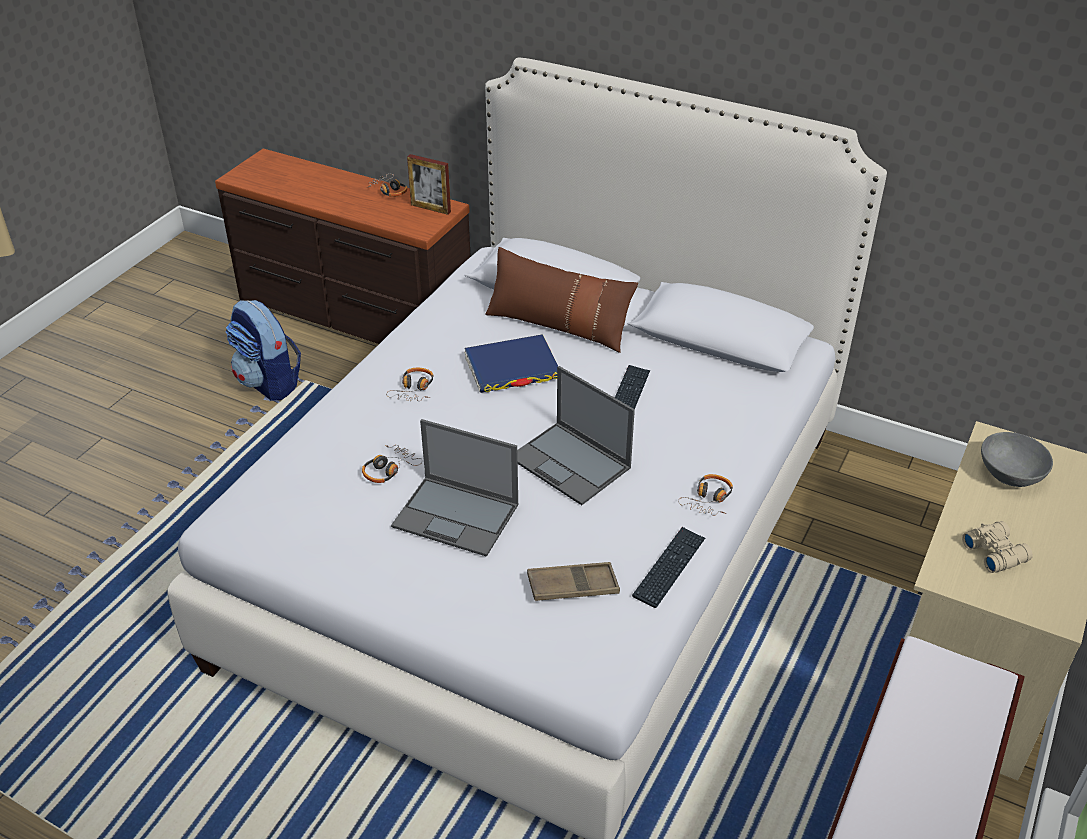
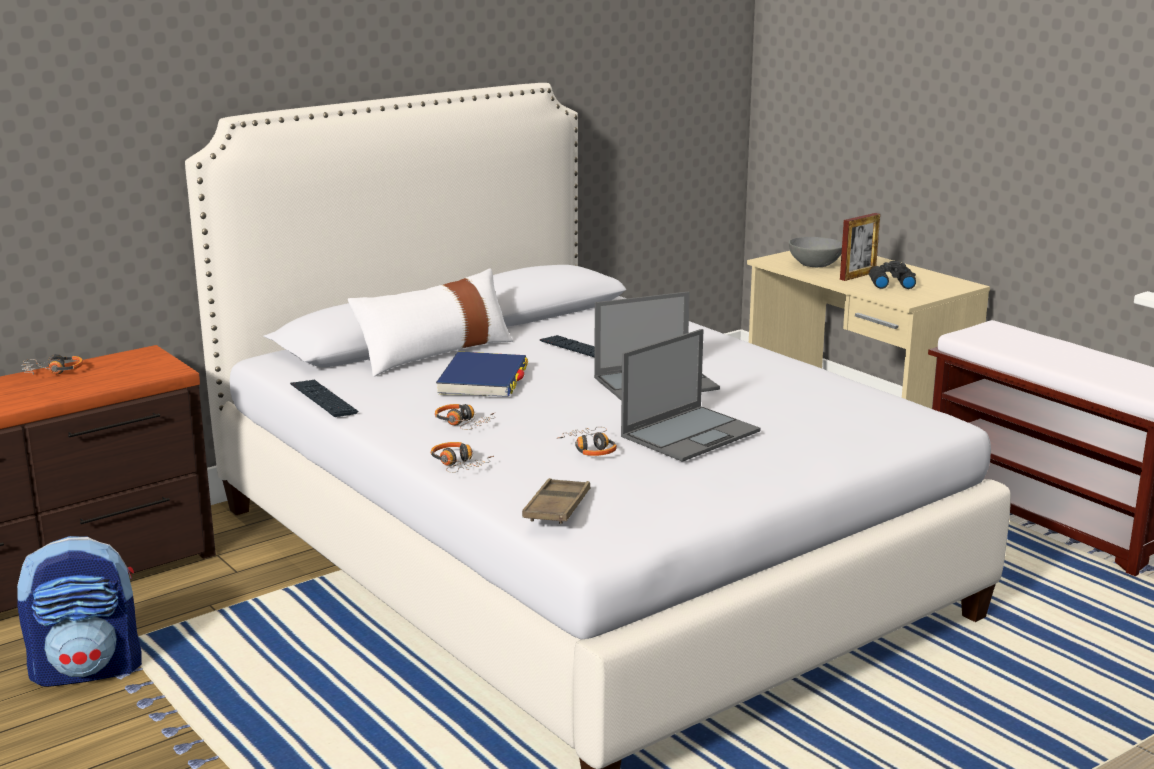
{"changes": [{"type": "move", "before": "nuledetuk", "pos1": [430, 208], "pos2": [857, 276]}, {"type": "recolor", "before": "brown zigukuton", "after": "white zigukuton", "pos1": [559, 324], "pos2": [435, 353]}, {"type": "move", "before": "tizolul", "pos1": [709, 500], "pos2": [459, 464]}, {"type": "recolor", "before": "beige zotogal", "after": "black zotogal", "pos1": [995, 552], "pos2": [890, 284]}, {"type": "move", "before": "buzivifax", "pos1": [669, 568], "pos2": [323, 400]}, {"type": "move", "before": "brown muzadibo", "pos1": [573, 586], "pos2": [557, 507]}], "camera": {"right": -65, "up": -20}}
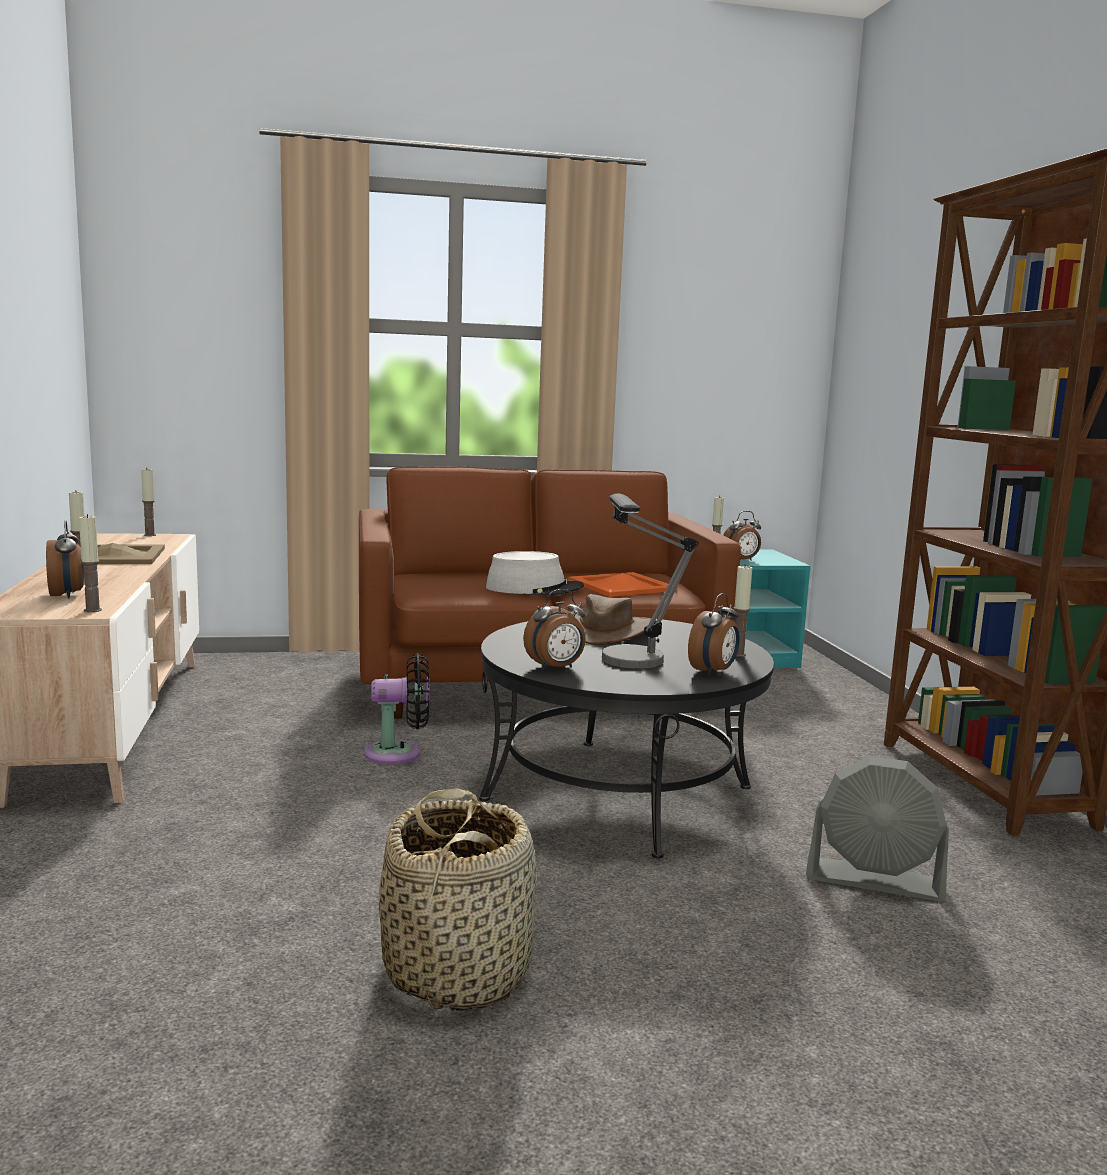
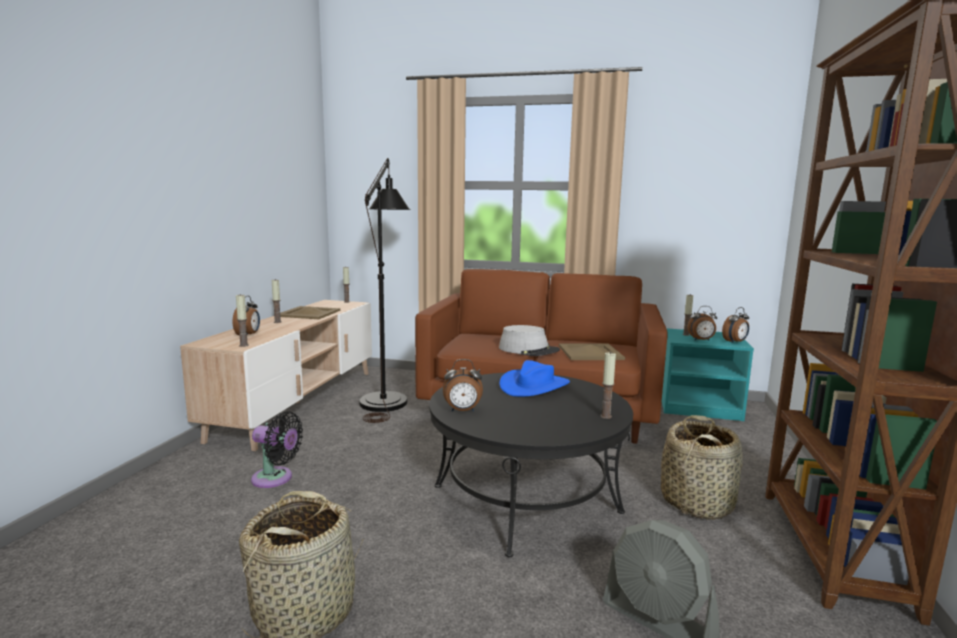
{"changes": [{"type": "delete", "before": "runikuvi", "pos1": [631, 665]}, {"type": "recolor", "before": "orange muzadibo", "after": "beige muzadibo", "pos1": [622, 585], "pos2": [591, 352]}, {"type": "move", "before": "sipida", "pos1": [713, 672], "pos2": [735, 342]}, {"type": "recolor", "before": "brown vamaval", "after": "blue vamaval", "pos1": [605, 630], "pos2": [534, 386]}, {"type": "move", "before": "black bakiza", "pos1": [399, 753], "pos2": [275, 479]}, {"type": "insert", "after": "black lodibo", "pos2": [386, 398]}, {"type": "insert", "after": "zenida", "pos2": [697, 502]}], "camera": {"right": 25, "up": 0}}
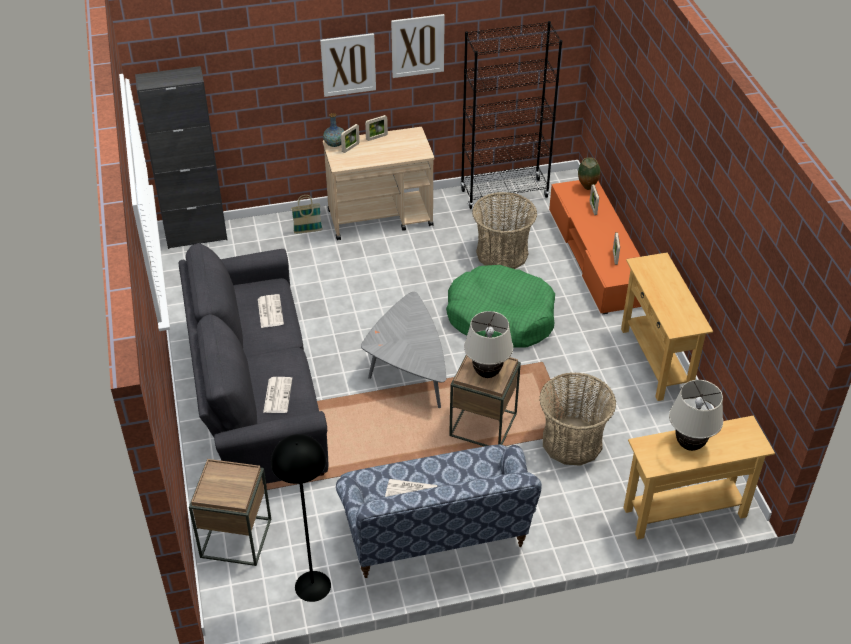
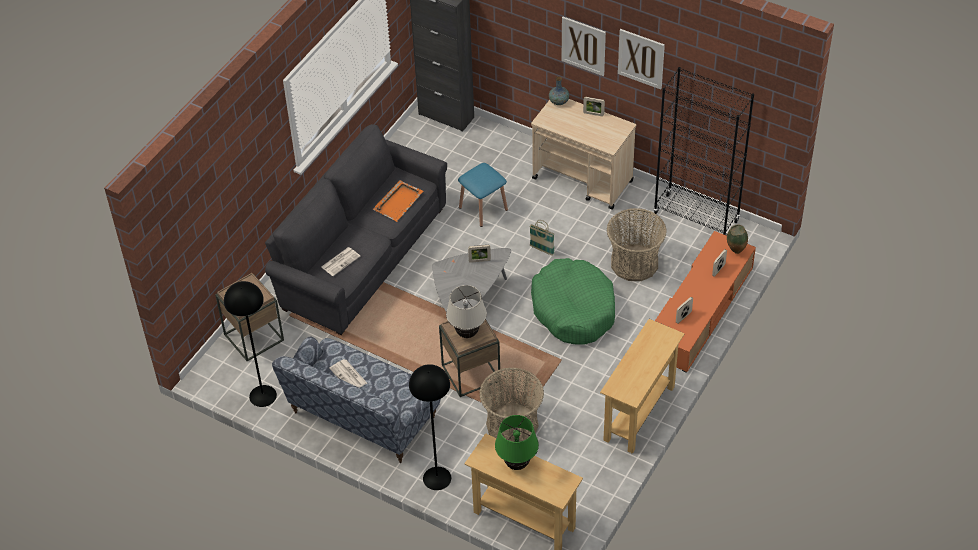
{"changes": [{"type": "move", "before": "nuledetuk", "pos1": [350, 148], "pos2": [479, 260]}, {"type": "move", "before": "zenida", "pos1": [308, 231], "pos2": [542, 250]}, {"type": "replace", "before": "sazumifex", "after": "orange muzadibo", "pos1": [270, 311], "pos2": [398, 202]}, {"type": "recolor", "before": "beige runikuvi", "after": "green runikuvi", "pos1": [690, 445], "pos2": [517, 464]}, {"type": "insert", "after": "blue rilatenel", "pos2": [483, 208]}, {"type": "insert", "after": "black lodibo", "pos2": [436, 478]}], "camera": {"right": 45, "up": 5}}
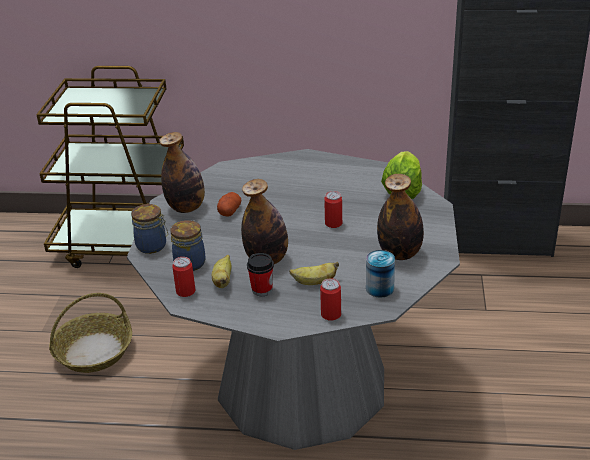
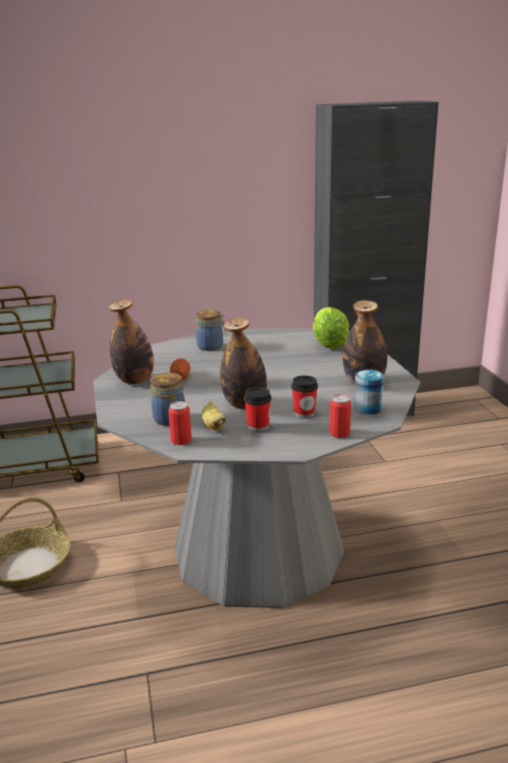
{"changes": [{"type": "delete", "before": "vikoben", "pos1": [333, 223]}, {"type": "move", "before": "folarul", "pos1": [153, 246], "pos2": [211, 347]}, {"type": "replace", "before": "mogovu", "after": "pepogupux", "pos1": [314, 282], "pos2": [304, 414]}], "camera": {"right": -20, "up": -10}}
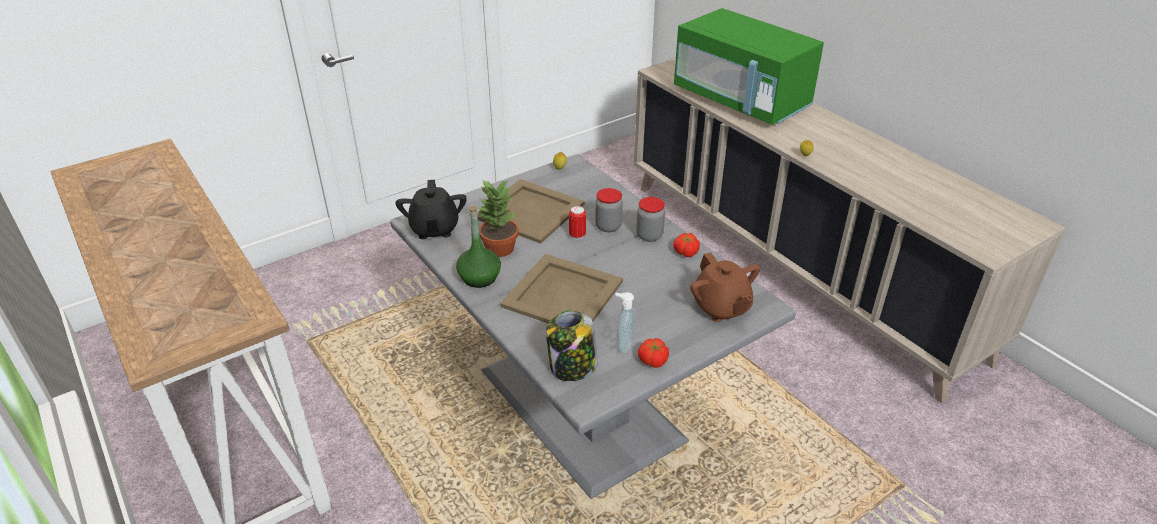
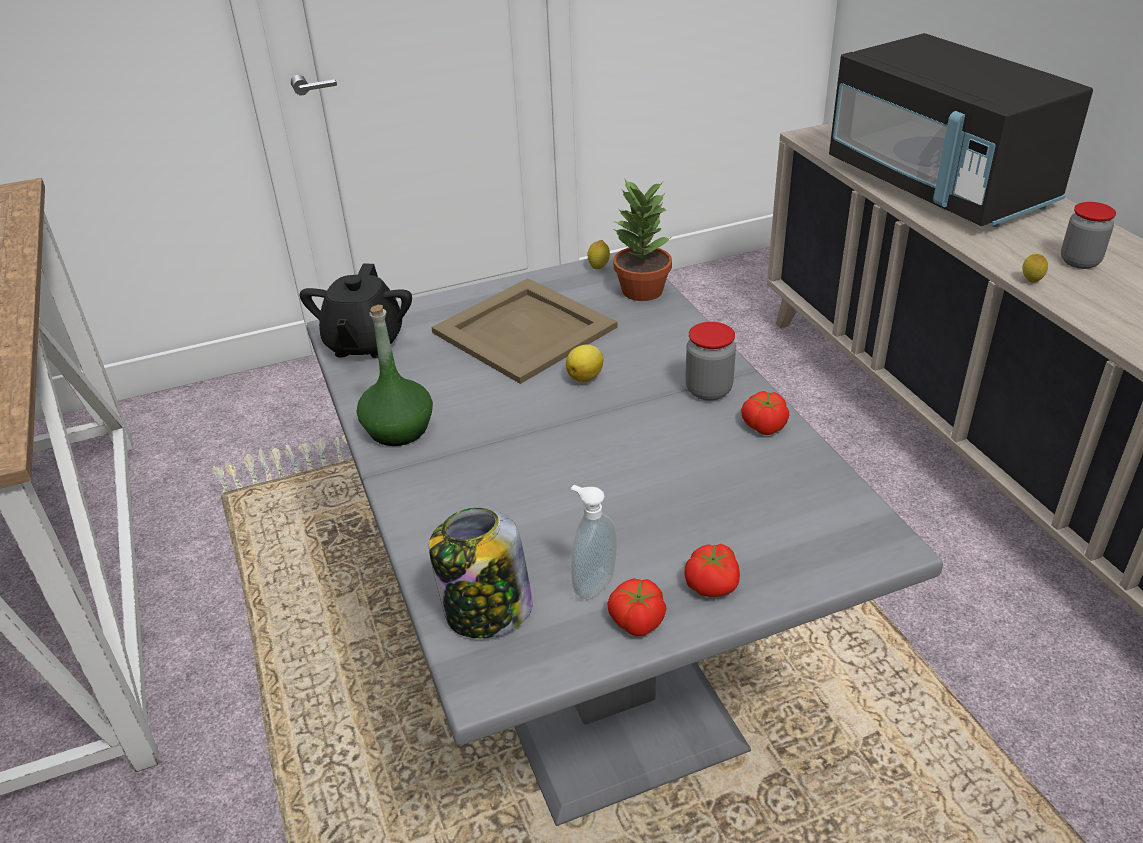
{"changes": [{"type": "recolor", "before": "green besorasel", "after": "black besorasel", "pos1": [741, 100], "pos2": [938, 187]}, {"type": "move", "before": "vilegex", "pos1": [499, 248], "pos2": [641, 290]}, {"type": "move", "before": "folarul", "pos1": [608, 226], "pos2": [1079, 261]}, {"type": "replace", "before": "vikoben", "after": "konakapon", "pos1": [577, 235], "pos2": [586, 377]}, {"type": "delete", "before": "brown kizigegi", "pos1": [721, 308]}, {"type": "delete", "before": "beige muzadibo", "pos1": [563, 294]}, {"type": "insert", "after": "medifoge", "pos2": [712, 584]}], "camera": {"right": 15, "up": 0}}
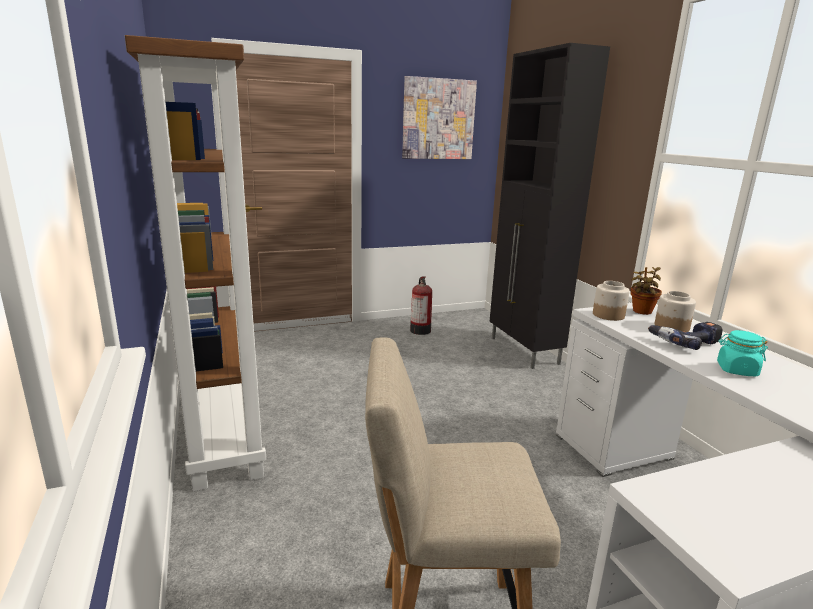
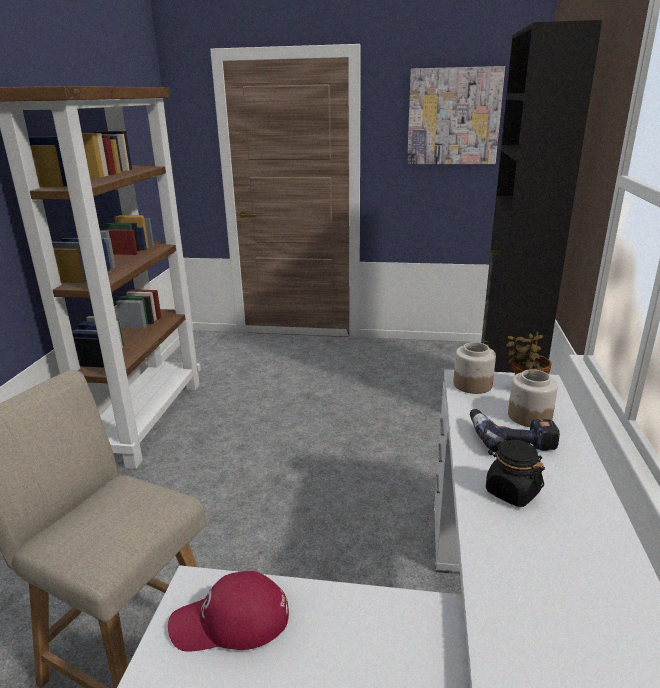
{"changes": [{"type": "delete", "before": "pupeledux", "pos1": [420, 330]}, {"type": "recolor", "before": "turquoise folarul", "after": "black folarul", "pos1": [736, 370], "pos2": [511, 492]}, {"type": "insert", "after": "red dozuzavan", "pos2": [231, 621]}], "camera": {"right": 30, "up": 5}}
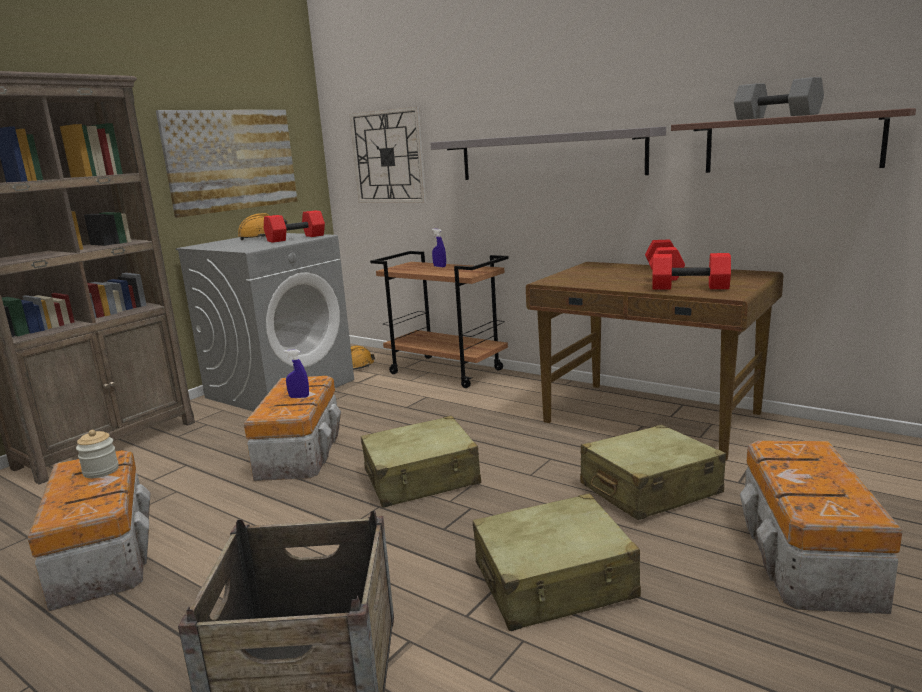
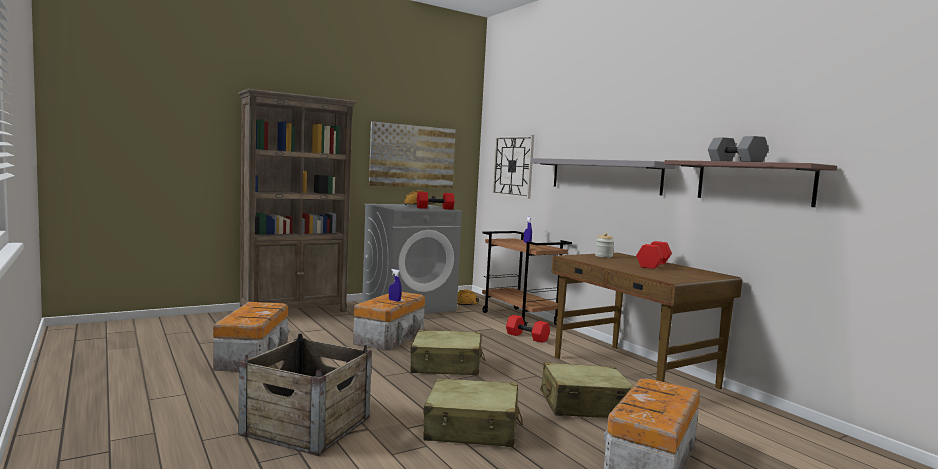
{"changes": [{"type": "move", "before": "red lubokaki", "pos1": [690, 287], "pos2": [527, 337]}, {"type": "move", "before": "folarul", "pos1": [101, 471], "pos2": [603, 256]}], "camera": {"right": 20, "up": -10}}
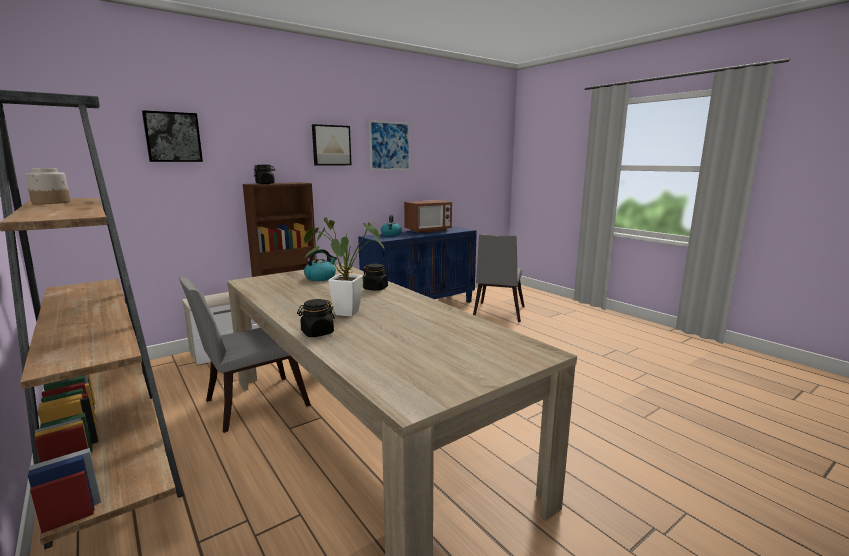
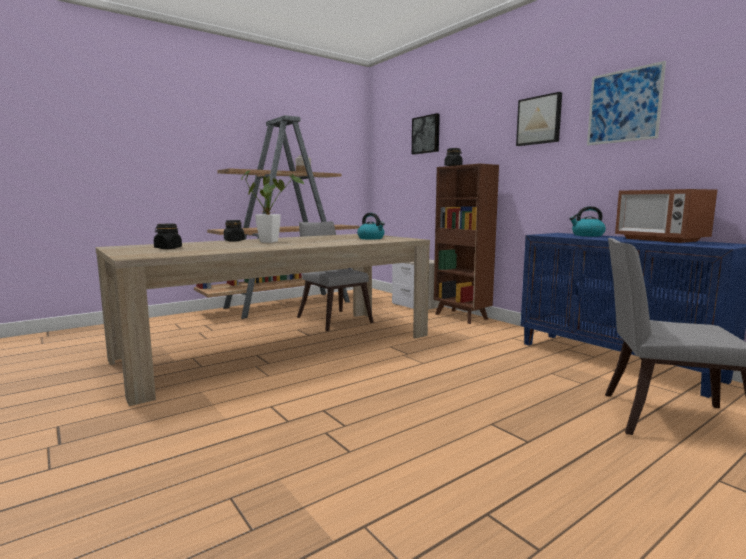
{"changes": [{"type": "move", "before": "black folarul", "pos1": [376, 288], "pos2": [168, 248]}], "camera": {"right": 90, "up": -5}}
